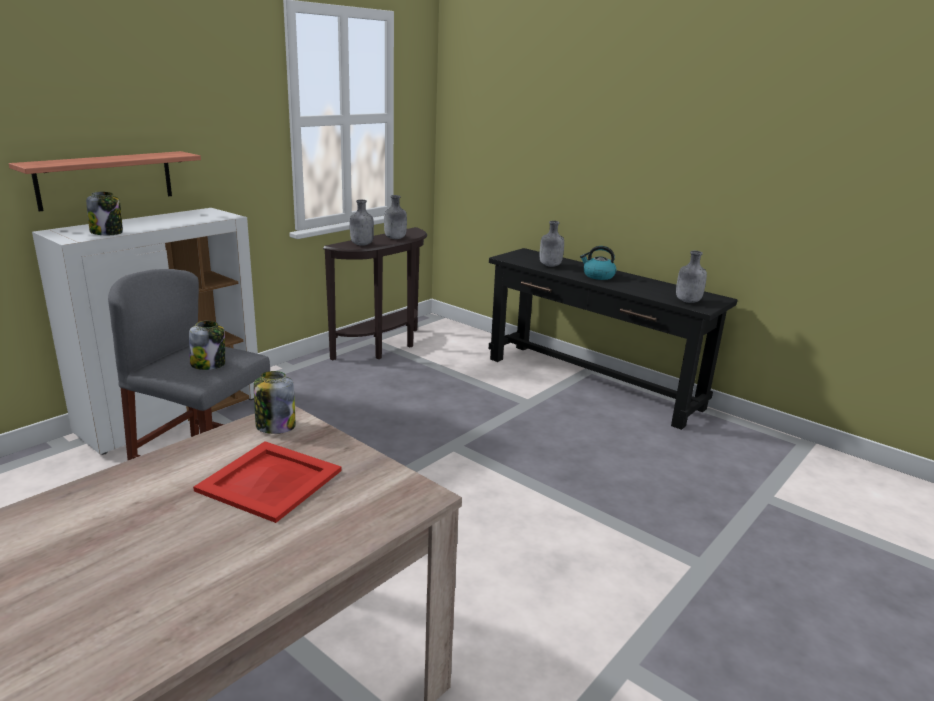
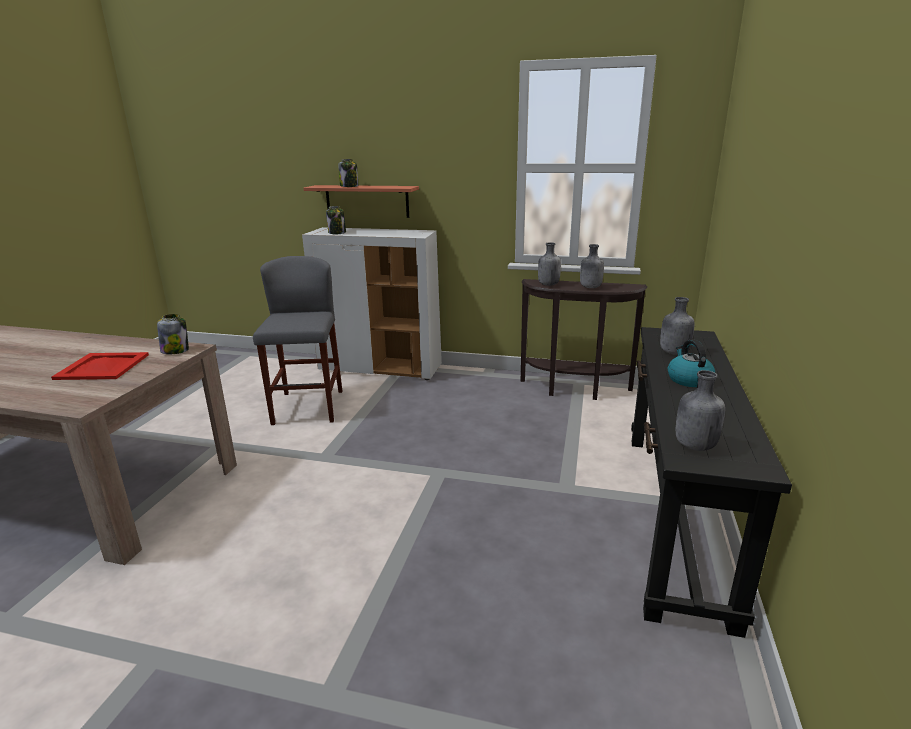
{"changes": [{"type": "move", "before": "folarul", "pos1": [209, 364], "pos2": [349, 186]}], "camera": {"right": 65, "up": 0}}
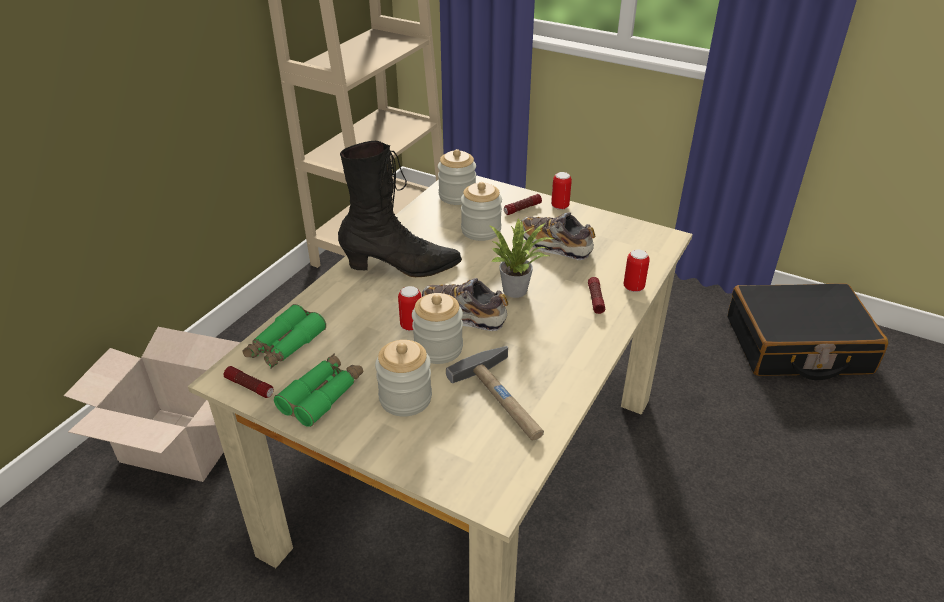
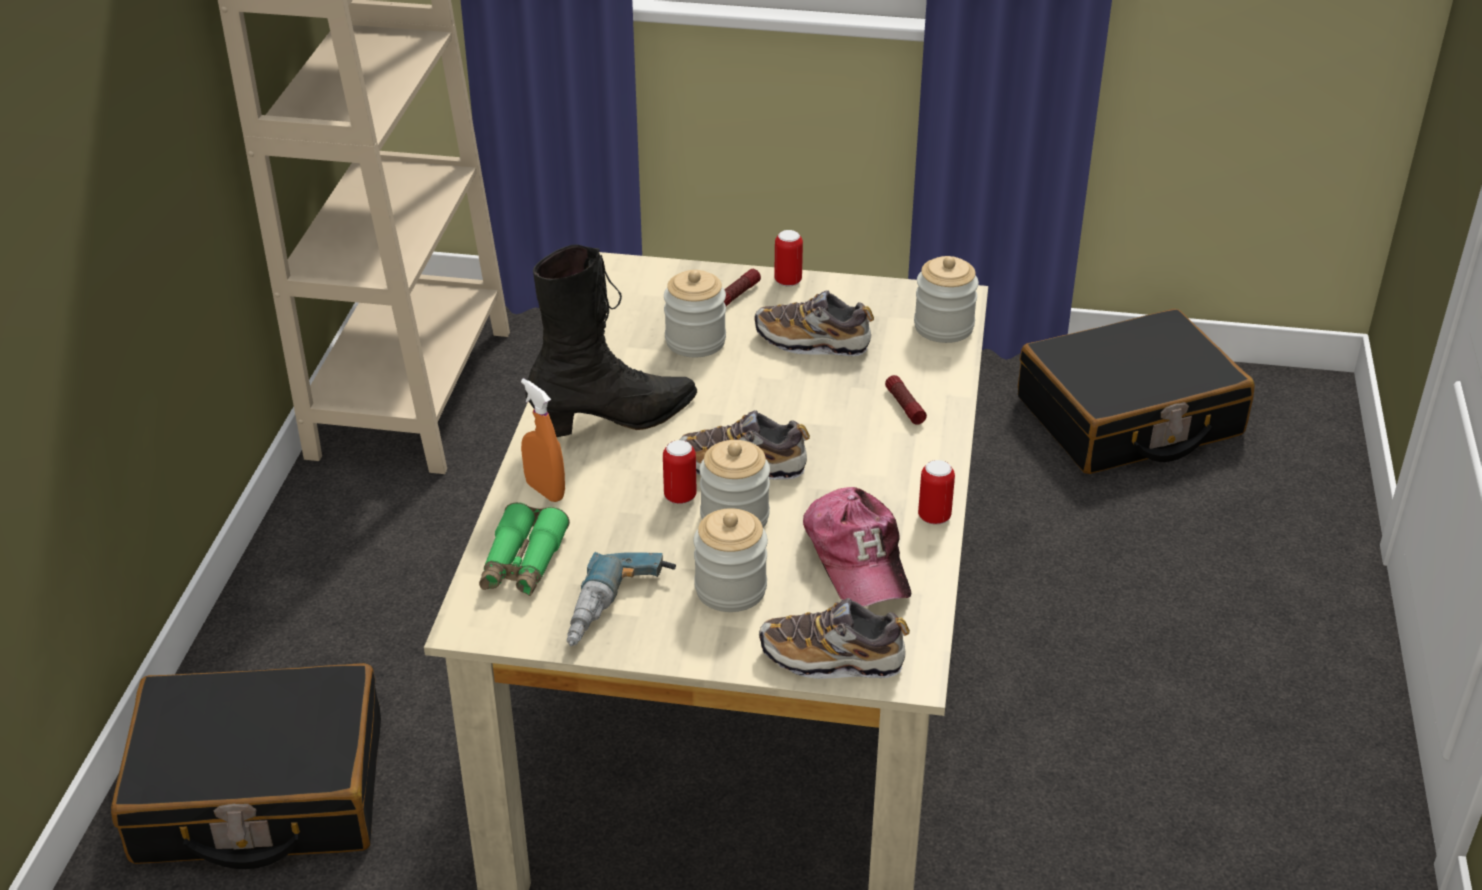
{"changes": [{"type": "move", "before": "folarul", "pos1": [457, 196], "pos2": [943, 327]}, {"type": "delete", "before": "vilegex", "pos1": [518, 289]}, {"type": "move", "before": "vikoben", "pos1": [633, 287], "pos2": [934, 517]}, {"type": "replace", "before": "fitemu", "after": "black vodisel", "pos1": [182, 443], "pos2": [259, 792]}, {"type": "replace", "before": "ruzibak", "after": "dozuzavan", "pos1": [505, 399], "pos2": [857, 559]}, {"type": "replace", "before": "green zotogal", "after": "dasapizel", "pos1": [322, 395], "pos2": [619, 612]}, {"type": "delete", "before": "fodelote", "pos1": [250, 387]}, {"type": "insert", "after": "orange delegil", "pos2": [545, 491]}, {"type": "insert", "after": "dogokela", "pos2": [832, 659]}], "camera": {"right": -20, "up": 0}}
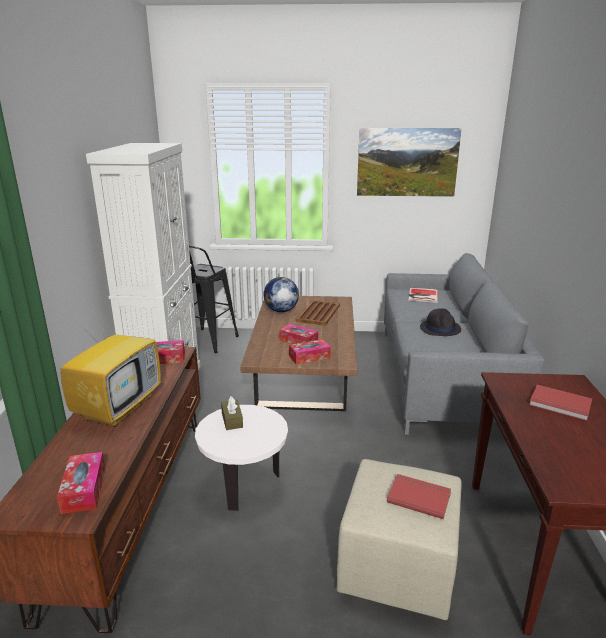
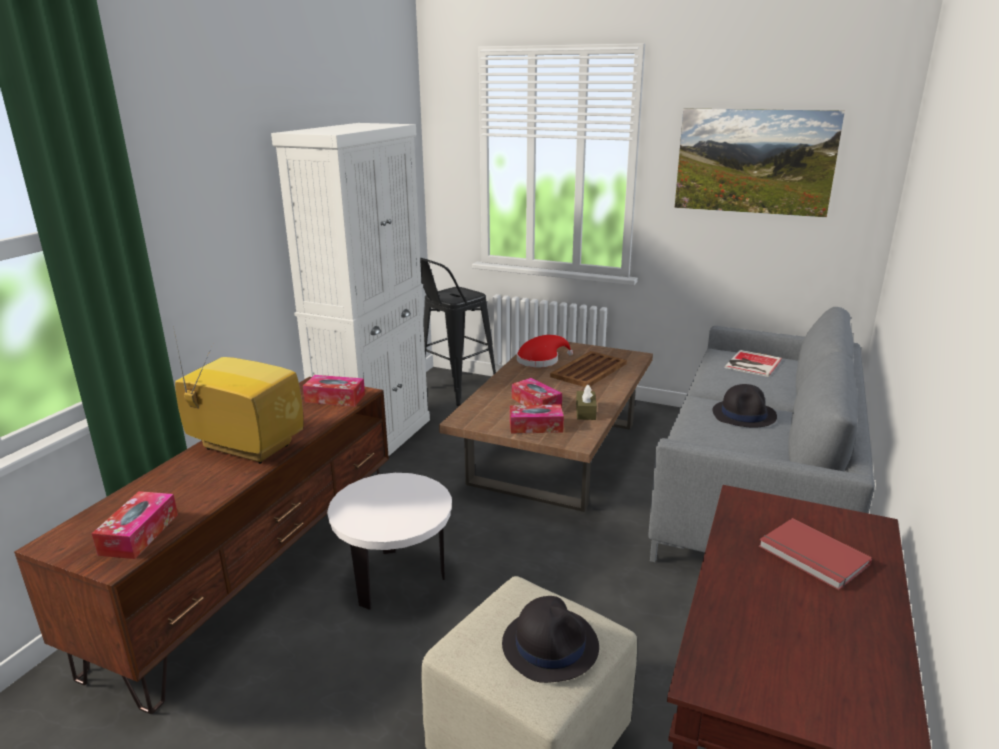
{"changes": [{"type": "replace", "before": "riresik", "after": "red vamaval", "pos1": [281, 311], "pos2": [541, 360]}, {"type": "rotate", "before": "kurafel", "pos1": [119, 407], "pos2": [244, 447], "turn": -105}, {"type": "move", "before": "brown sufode", "pos1": [232, 420], "pos2": [585, 412]}, {"type": "replace", "before": "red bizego", "after": "black vamaval", "pos1": [419, 496], "pos2": [550, 645]}], "camera": {"right": 20, "up": 0}}
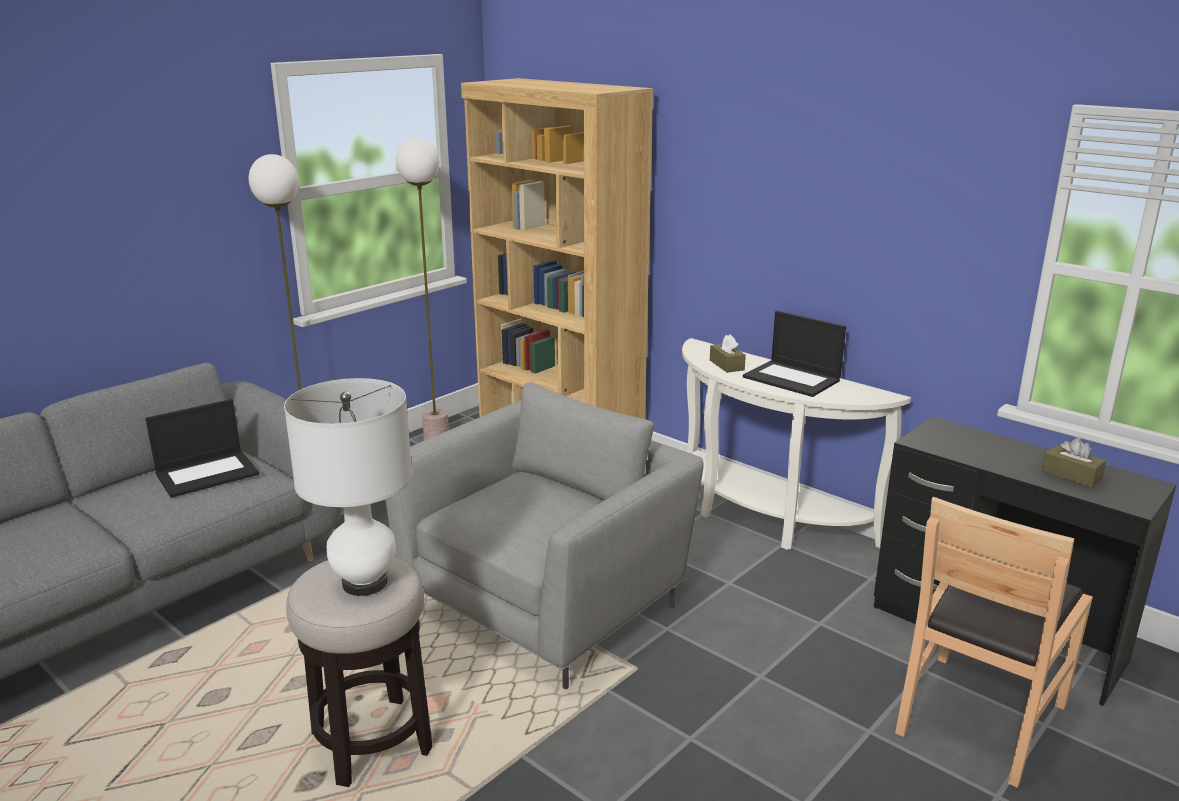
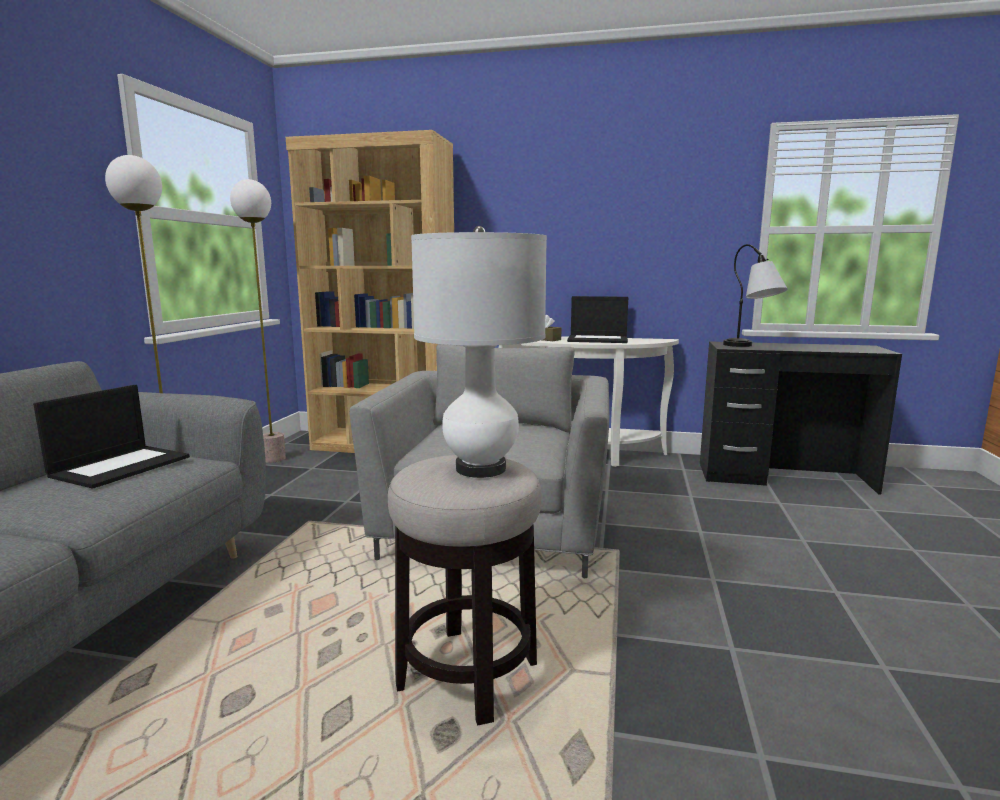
{"changes": [{"type": "delete", "before": "brown sufode", "pos1": [1071, 475]}, {"type": "delete", "before": "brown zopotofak", "pos1": [979, 716]}, {"type": "insert", "after": "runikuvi", "pos2": [750, 347]}], "camera": {"right": -30, "up": -10}}
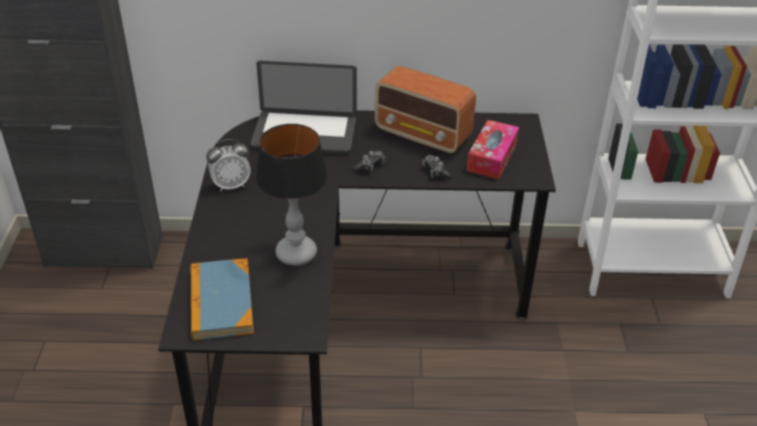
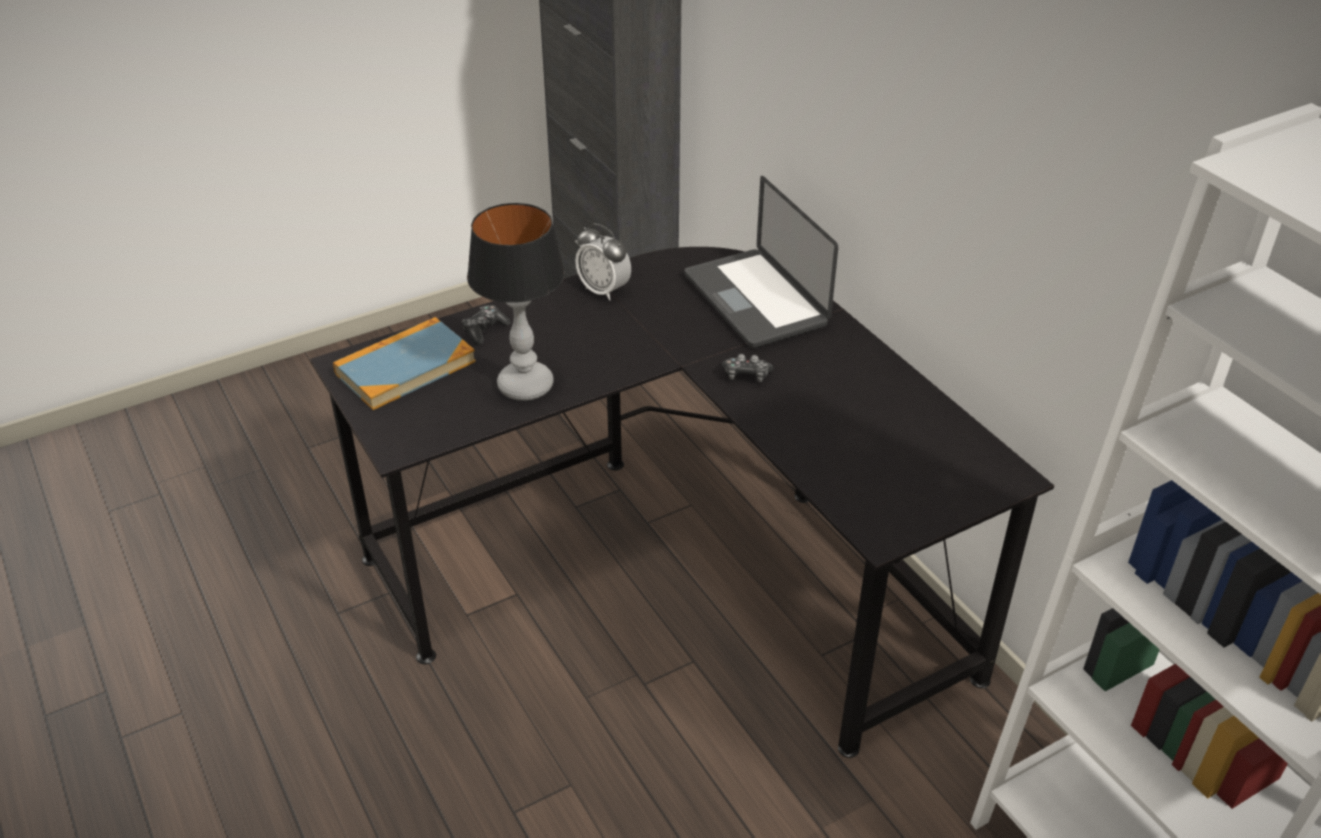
{"changes": [{"type": "delete", "before": "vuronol", "pos1": [423, 135]}, {"type": "delete", "before": "sufode", "pos1": [492, 157]}, {"type": "move", "before": "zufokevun", "pos1": [435, 171], "pos2": [484, 330]}], "camera": {"right": 60, "up": 0}}
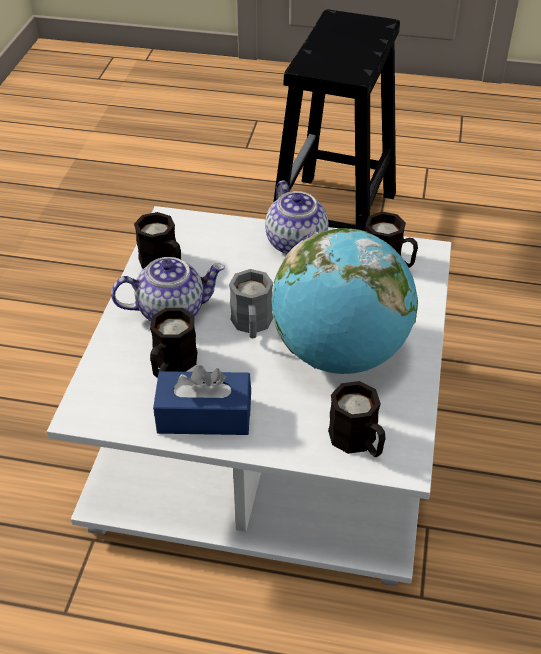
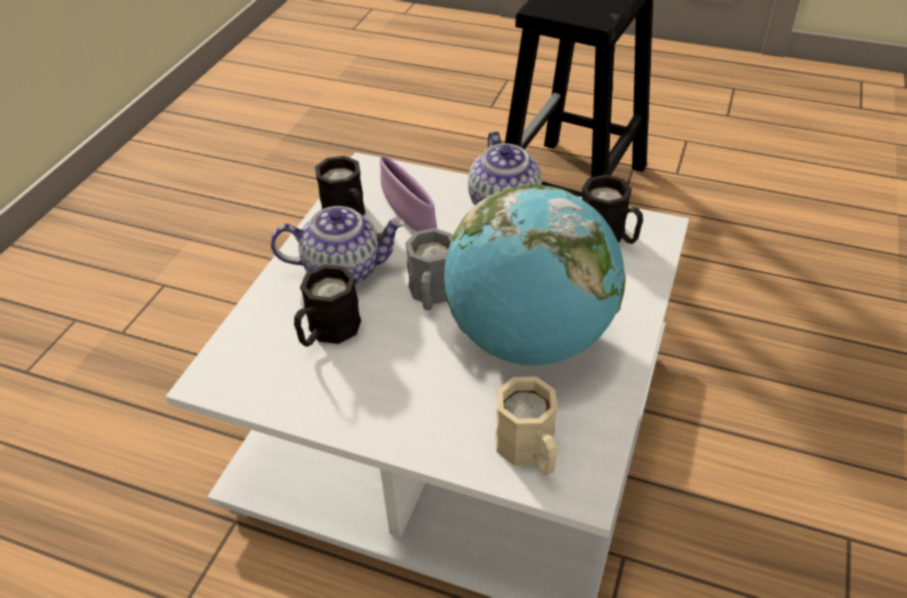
{"changes": [{"type": "delete", "before": "blue sufode", "pos1": [204, 416]}, {"type": "recolor", "before": "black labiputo", "after": "beige labiputo", "pos1": [358, 442], "pos2": [530, 452]}, {"type": "insert", "after": "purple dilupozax", "pos2": [408, 218]}], "camera": {"right": 10, "up": 0}}
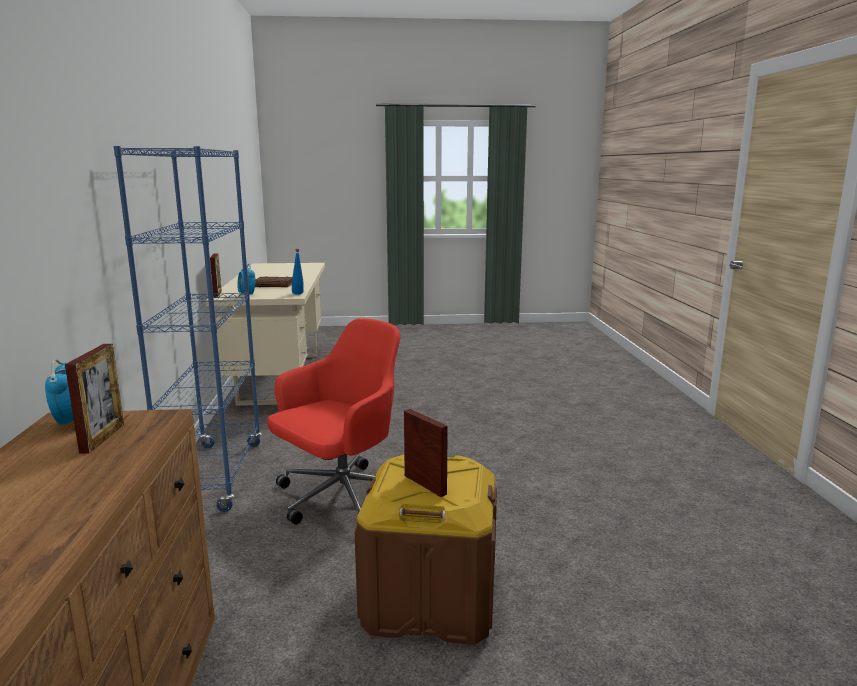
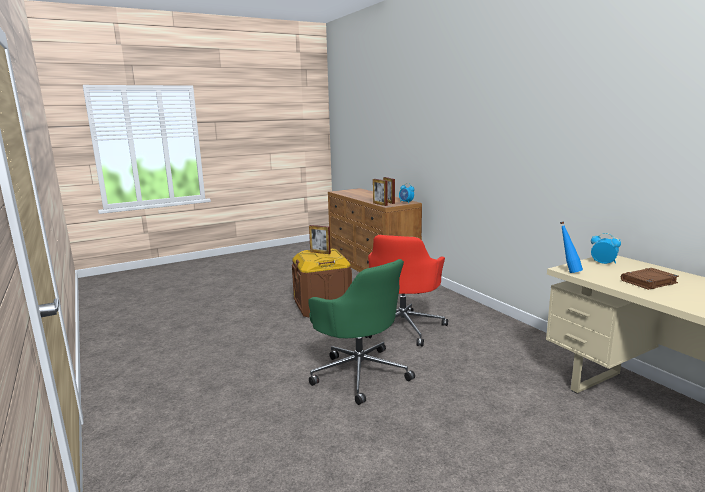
{"changes": [{"type": "delete", "before": "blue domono", "pos1": [215, 476]}, {"type": "move", "before": "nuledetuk", "pos1": [217, 294], "pos2": [380, 204]}, {"type": "insert", "after": "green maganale", "pos2": [359, 373]}], "camera": {"right": 155, "up": 0}}
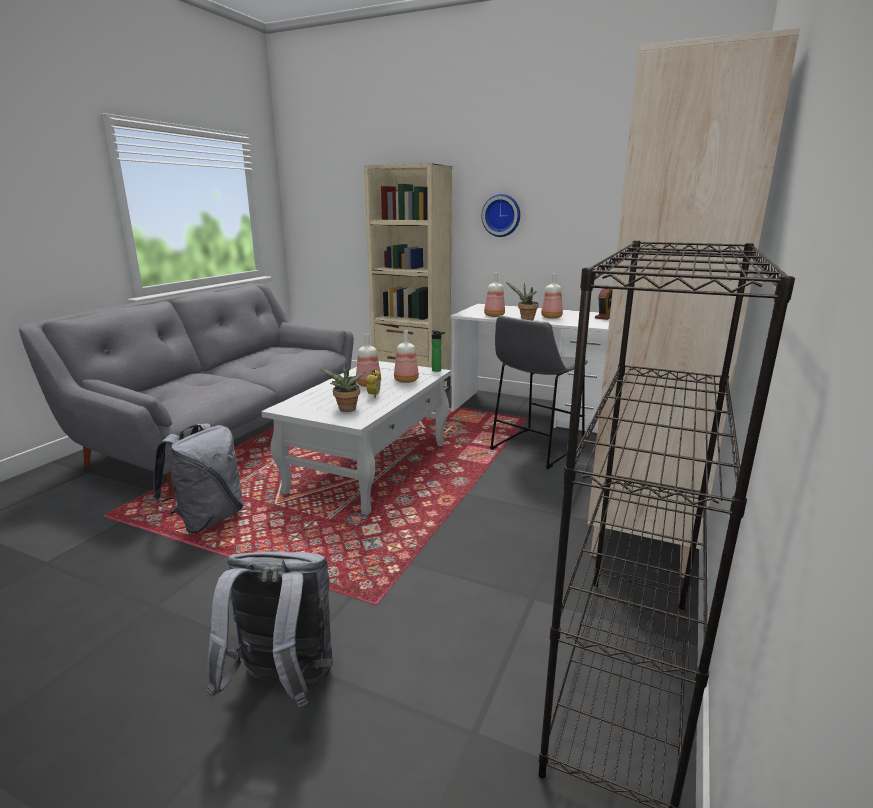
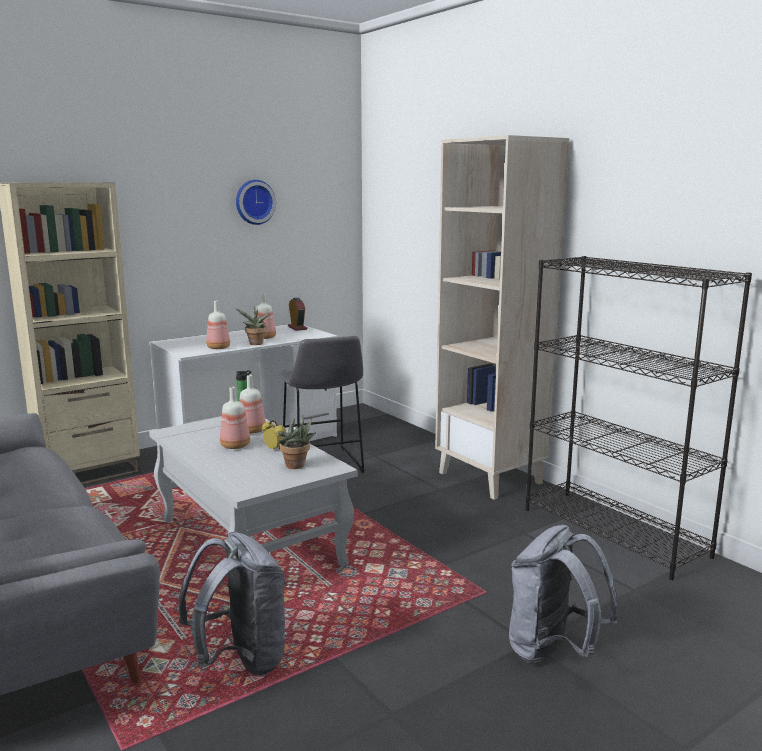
{"changes": [{"type": "move", "before": "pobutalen", "pos1": [501, 215], "pos2": [254, 202]}], "camera": {"right": -60, "up": -5}}
